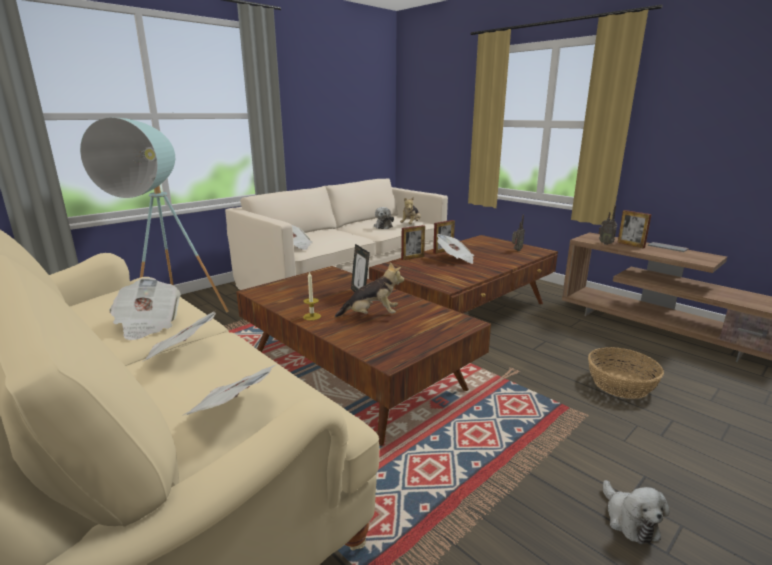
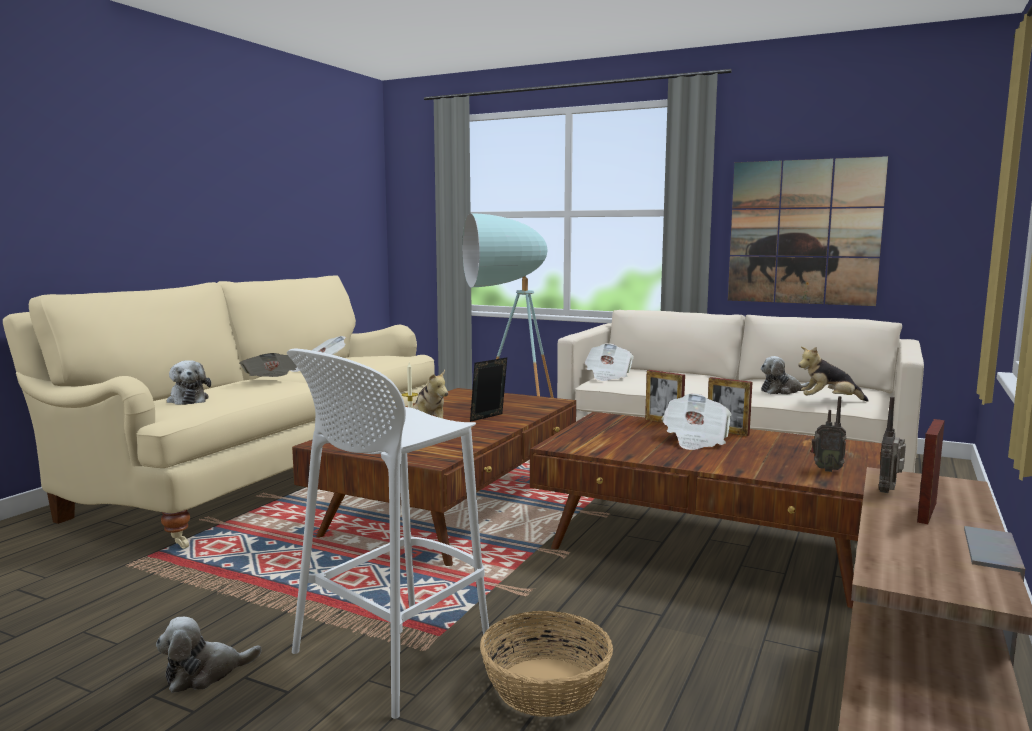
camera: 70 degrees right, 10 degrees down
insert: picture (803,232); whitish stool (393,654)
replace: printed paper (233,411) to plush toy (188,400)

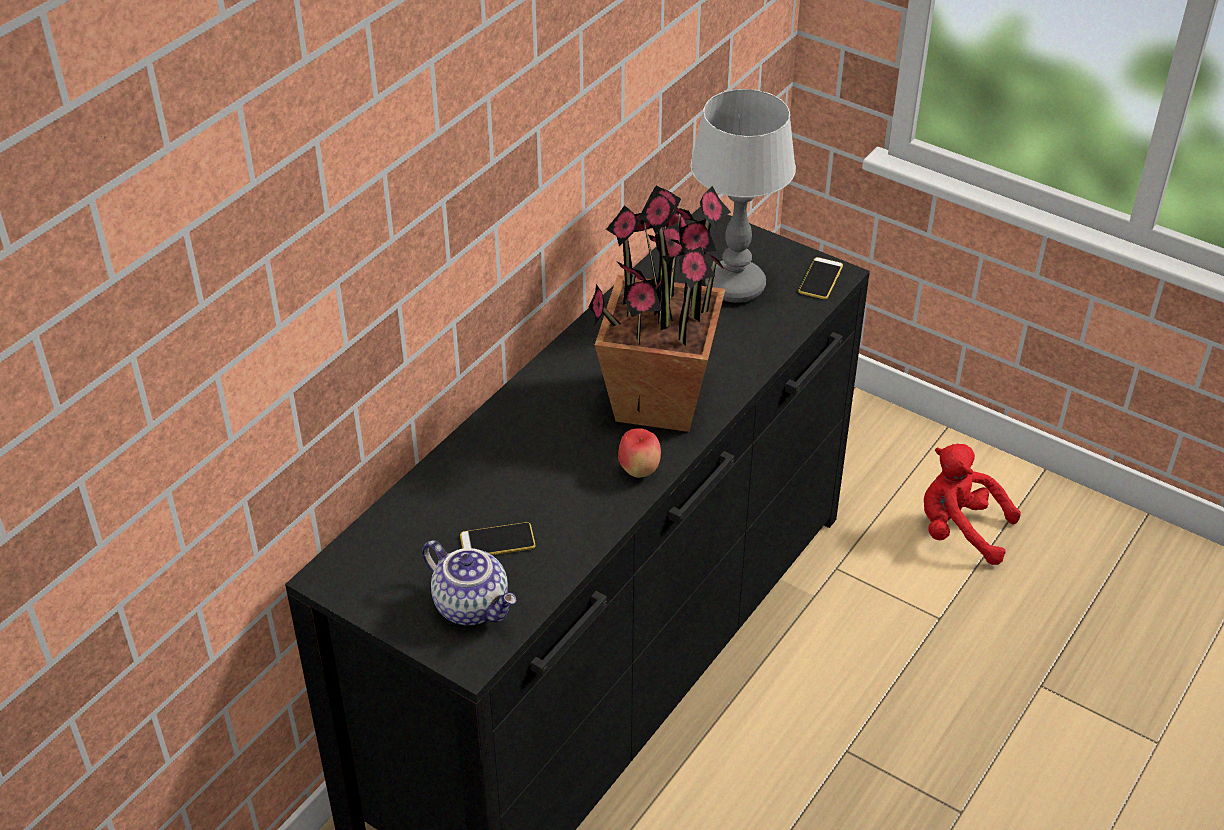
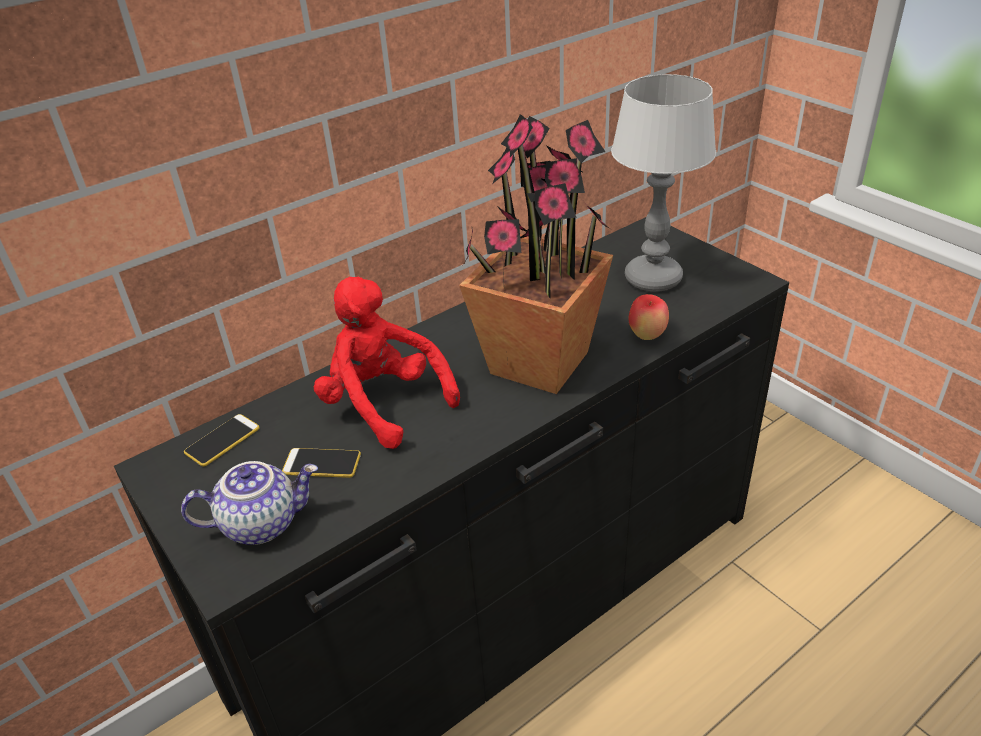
camera: 20 degrees right, 5 degrees down
move: phone (820,279) to (222,440); apple (639,470) to (647,335); red plush toy (959,530) to (383,403)
rotate: teapot (473,605) = (262,522) 75 degrees counterclockwise

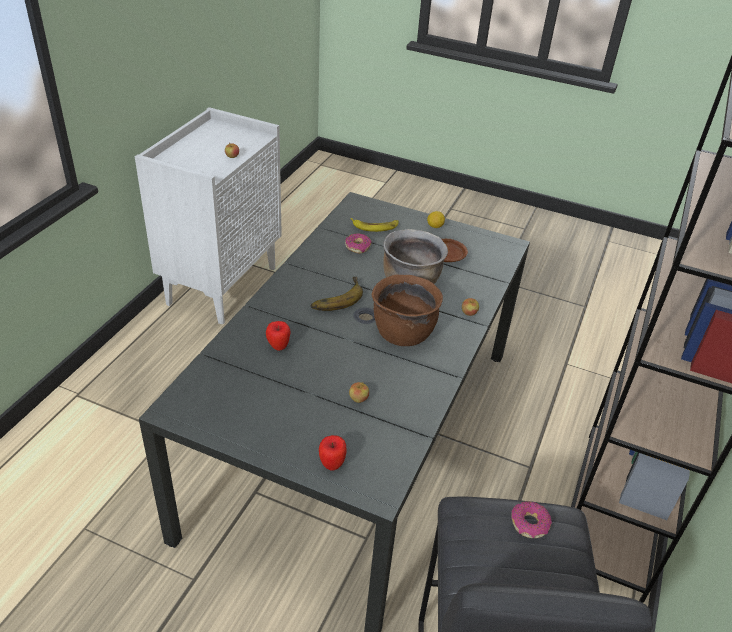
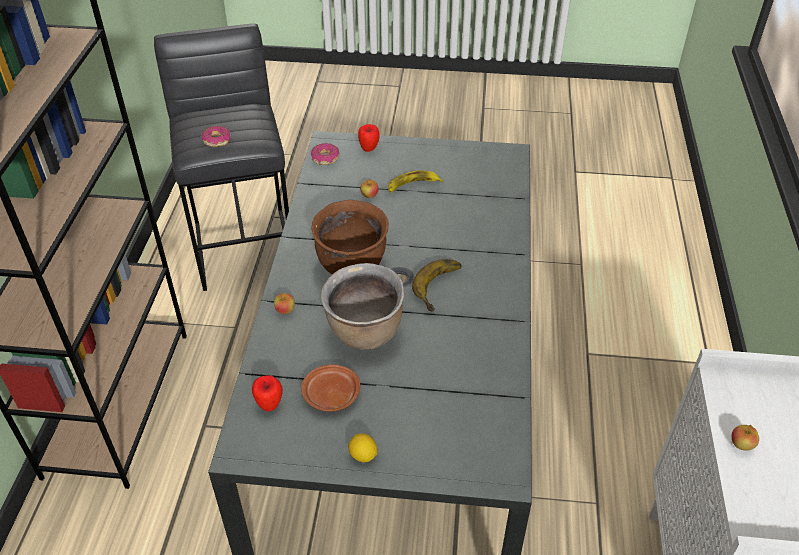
camera: 165 degrees right, 5 degrees up
move: banana fruit (375,226) to (412,185); doughnut (358,247) to (325,158); apple (278,347) to (269,405)

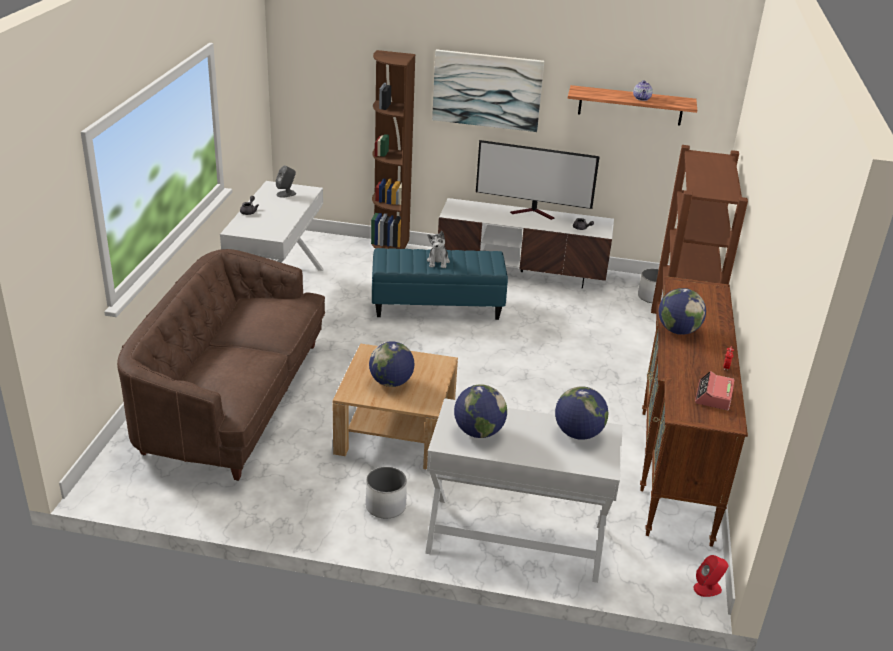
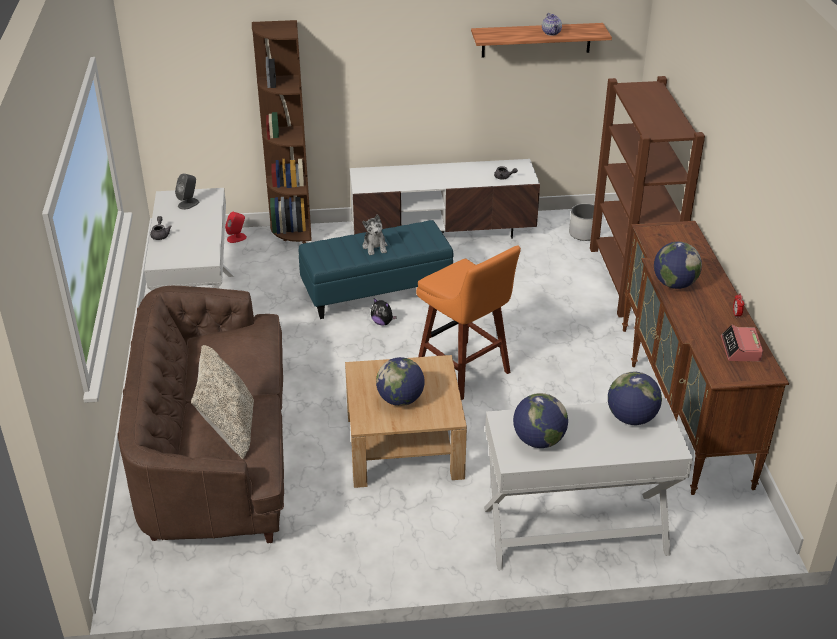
camera: 15 degrees left, 5 degrees up
delete: picture (487,90); television (534,213); whitish planter (385,506)
insert: orangey stool (464,371); plush toy (382,323); sand-coloured pillow (228,429)
move: red speaker (708,588) to (237,238)

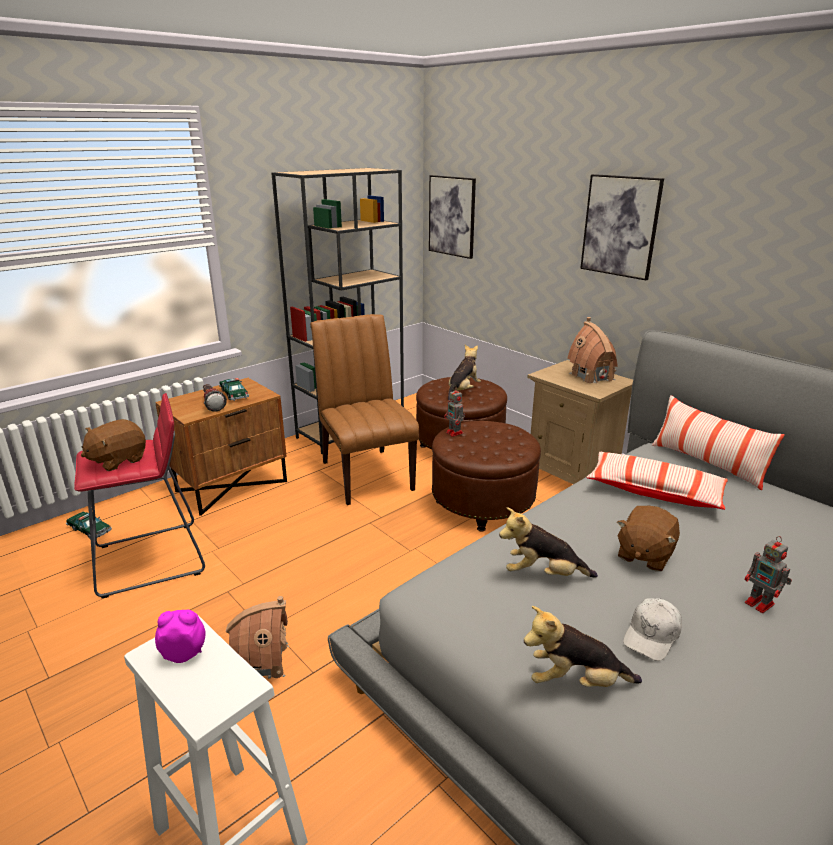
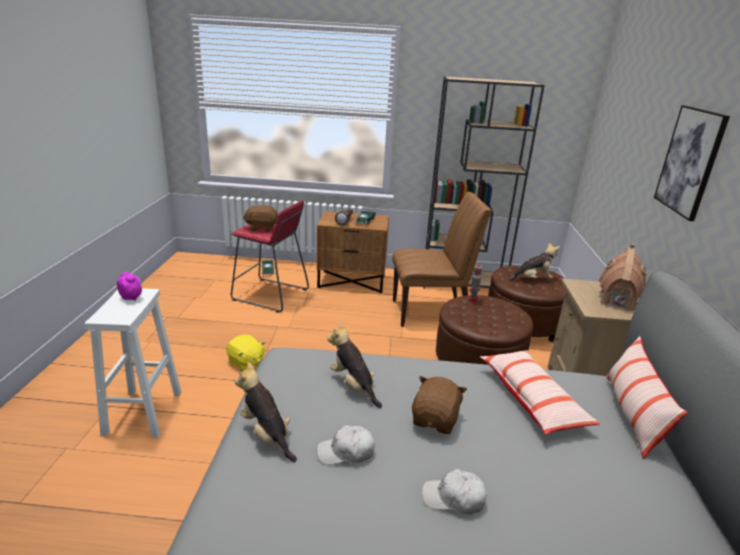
camera: 45 degrees right, 0 degrees up
delete: picture (452,216)
replace: robot figure (761,604) to whitish peaked cap (453,498); toy house (263,661) to yellow plush toy (246,363)
rotate: brown-coloured chair (367,476) = (429,312) 60 degrees clockwise; brown-coloured plush toy (644,555) = (435,420) 120 degrees clockwise

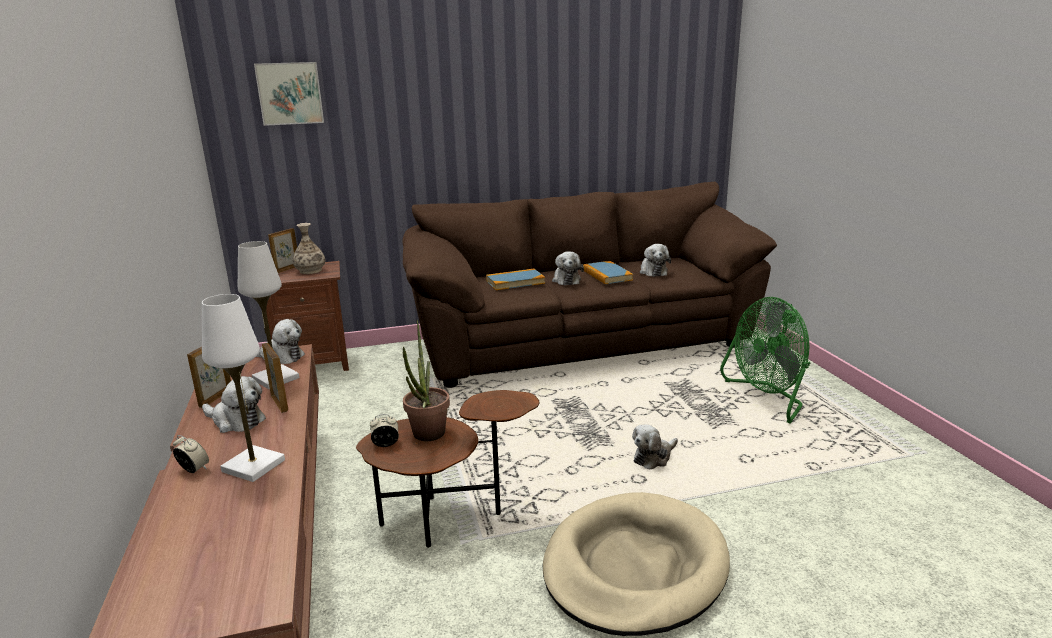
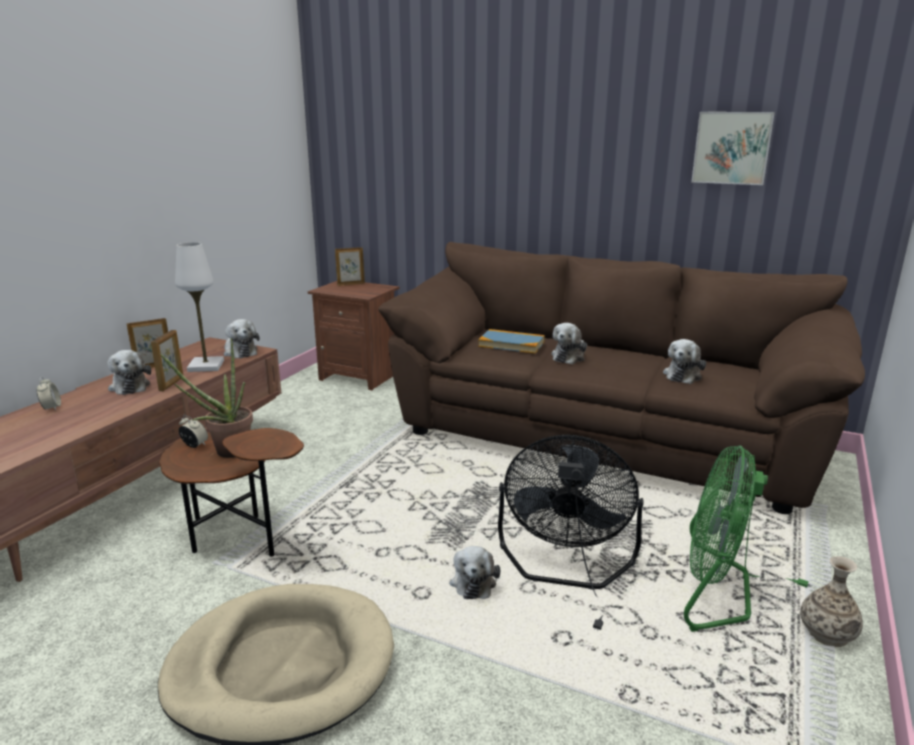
camera: 40 degrees right, 0 degrees up
delete: volume (607,275); whitish table lamp (254,466)
insert: black-coloured fan (569,573)
move: picture (290,93) to (732,148); flower vase (310,271) to (827,633)
rotate: plush toy (653,458) = (473,582) 90 degrees counterclockwise

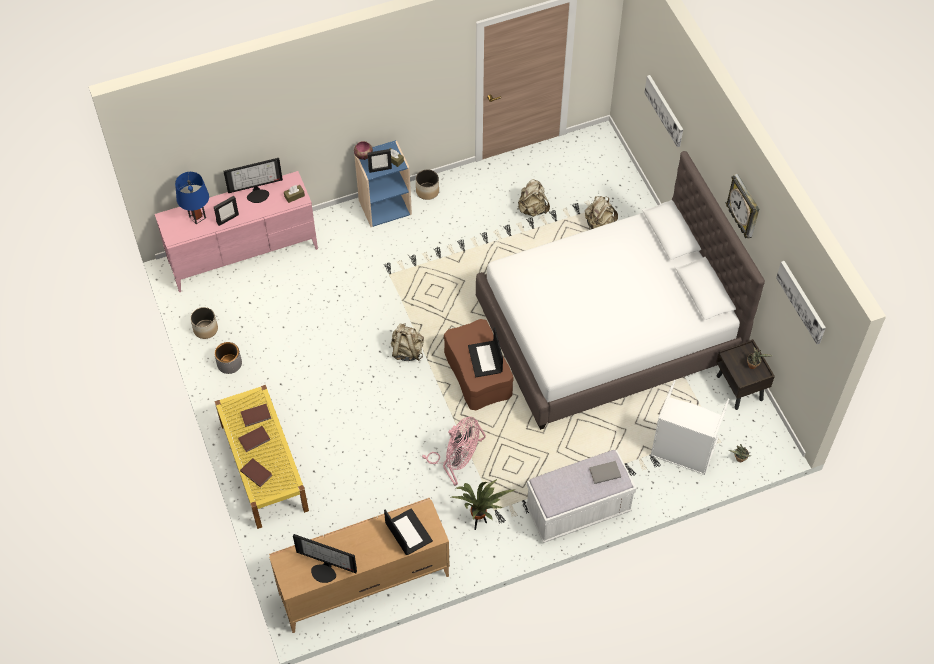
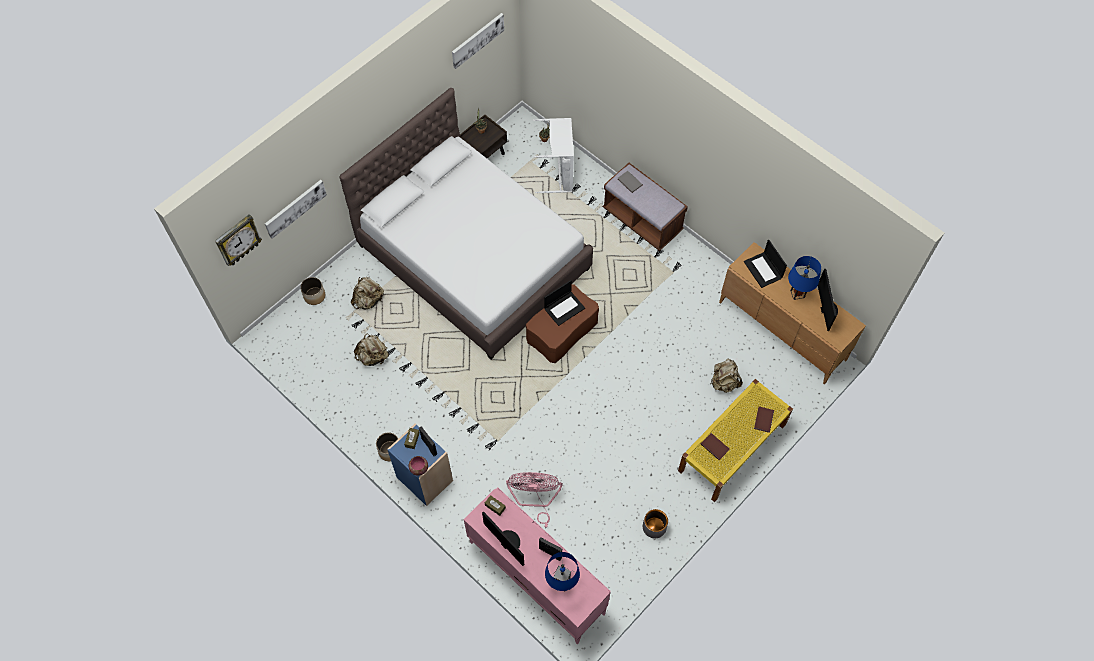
camera: 115 degrees left, 5 degrees up
delete: brown-coloured volume (255,440); plant in a pot (479,523)
insert: blue-coloured table lamp (797,294)
move: wall clock (744,207) to (237,240); planter (205,329) to (314,296); sand-coloured backpack (407,351) to (724,382); pink-coloured fan (456,459) to (535,498)
recolor: whitish long seat (578,510) to brown-coloured long seat (642,220)
rotate: notebook computer (408,532) = (763,270) 60 degrees counterclockwise

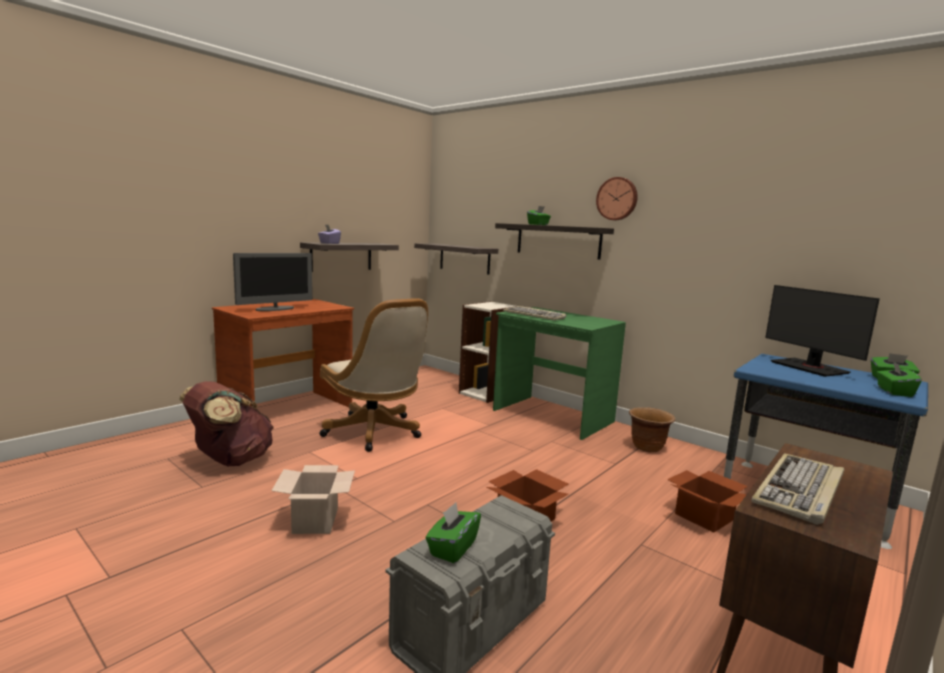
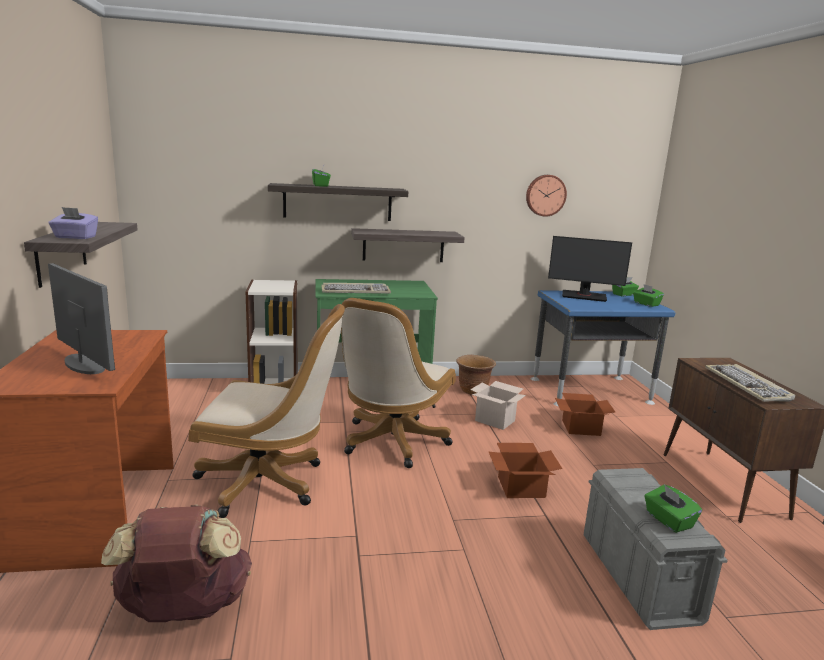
camera: 50 degrees left, 5 degrees up
insert: desk chair (391,444)
move: wall clock (617,199) to (545,195); bracket shelf (464,258) to (403,245); carton (316,521) to (496,421)
rotate: computer display (275,309) = (84,364) 45 degrees counterclockwise

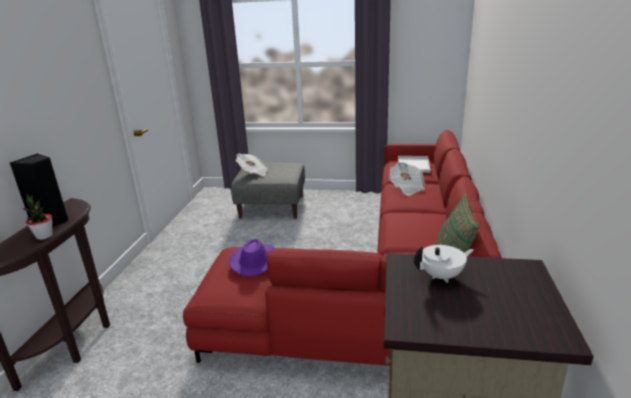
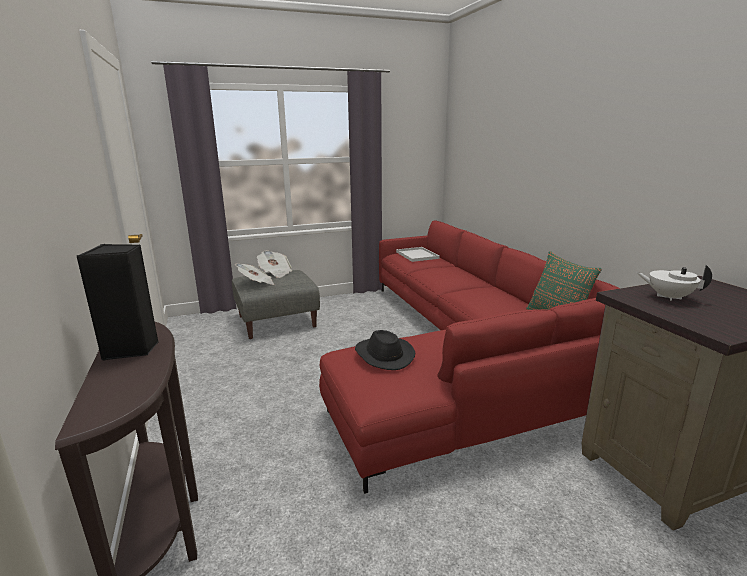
camera: 30 degrees left, 5 degrees down
delete: plant in a pot (44,236)
move: printed paper (406,188) to (275,273)
recolor: purple-coloured wearable hat (254,261) to black-coloured wearable hat (383,355)
rotate: whitish teapot (442,276) = (668,297) 105 degrees counterclockwise

